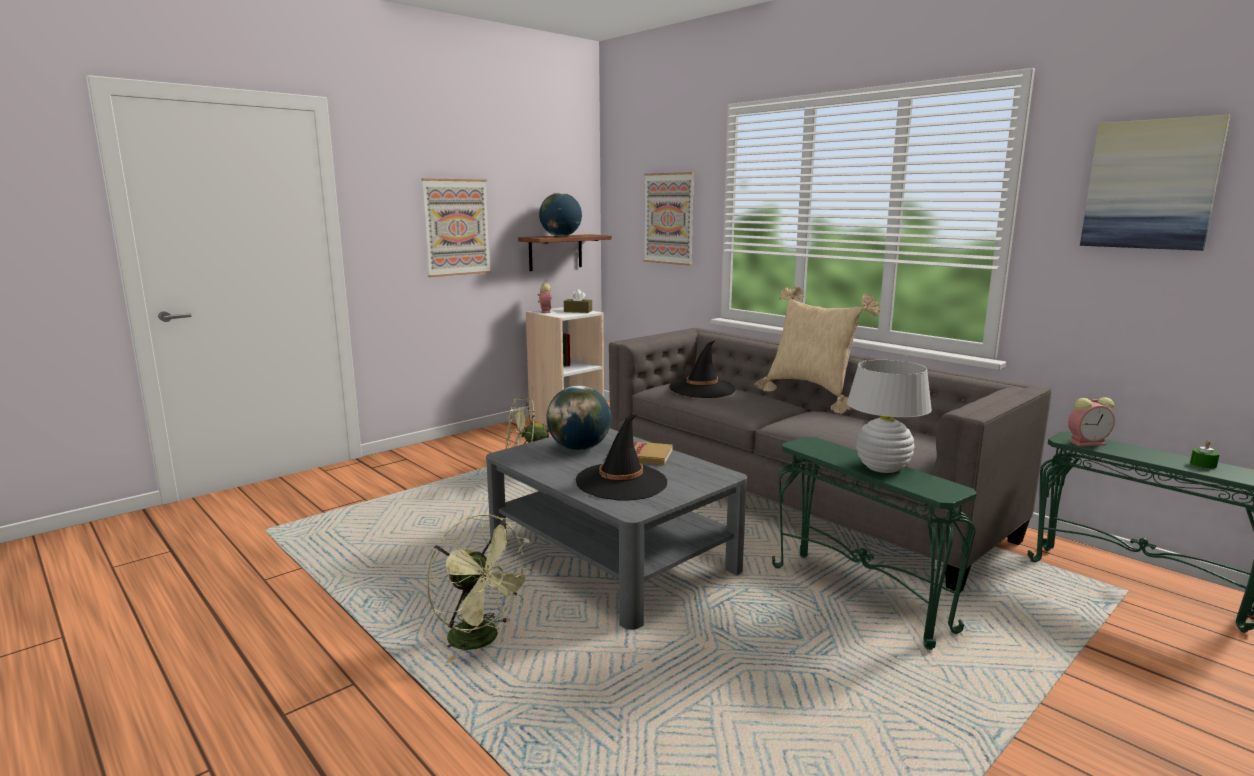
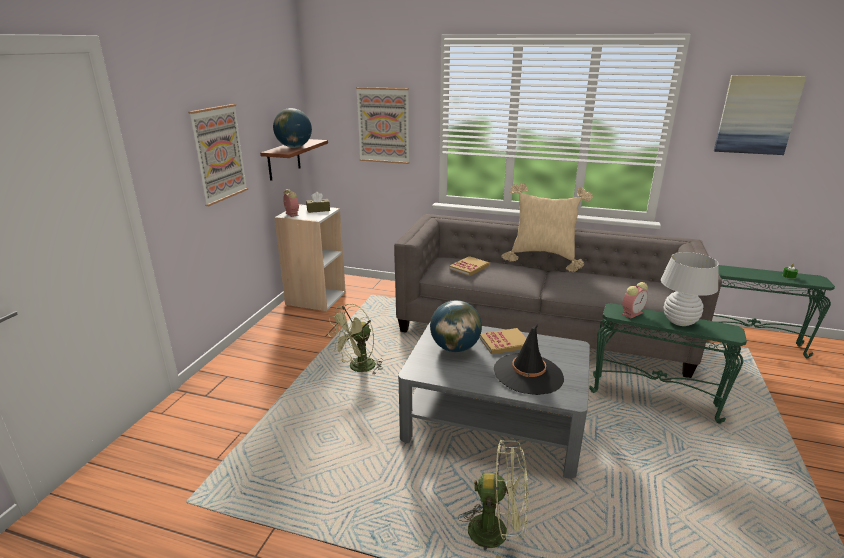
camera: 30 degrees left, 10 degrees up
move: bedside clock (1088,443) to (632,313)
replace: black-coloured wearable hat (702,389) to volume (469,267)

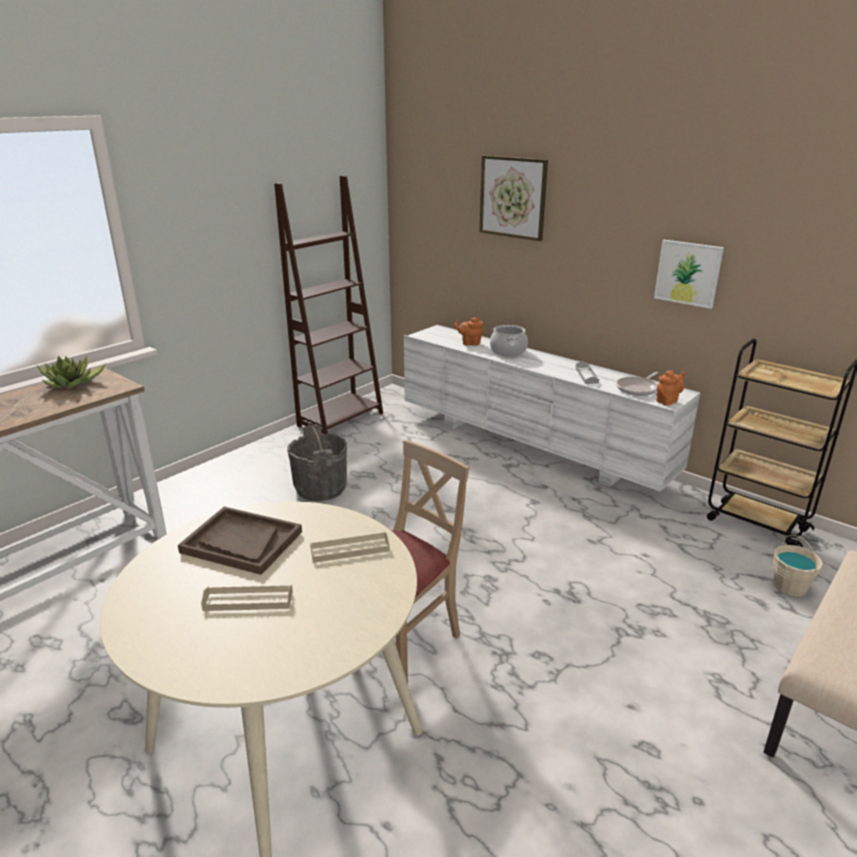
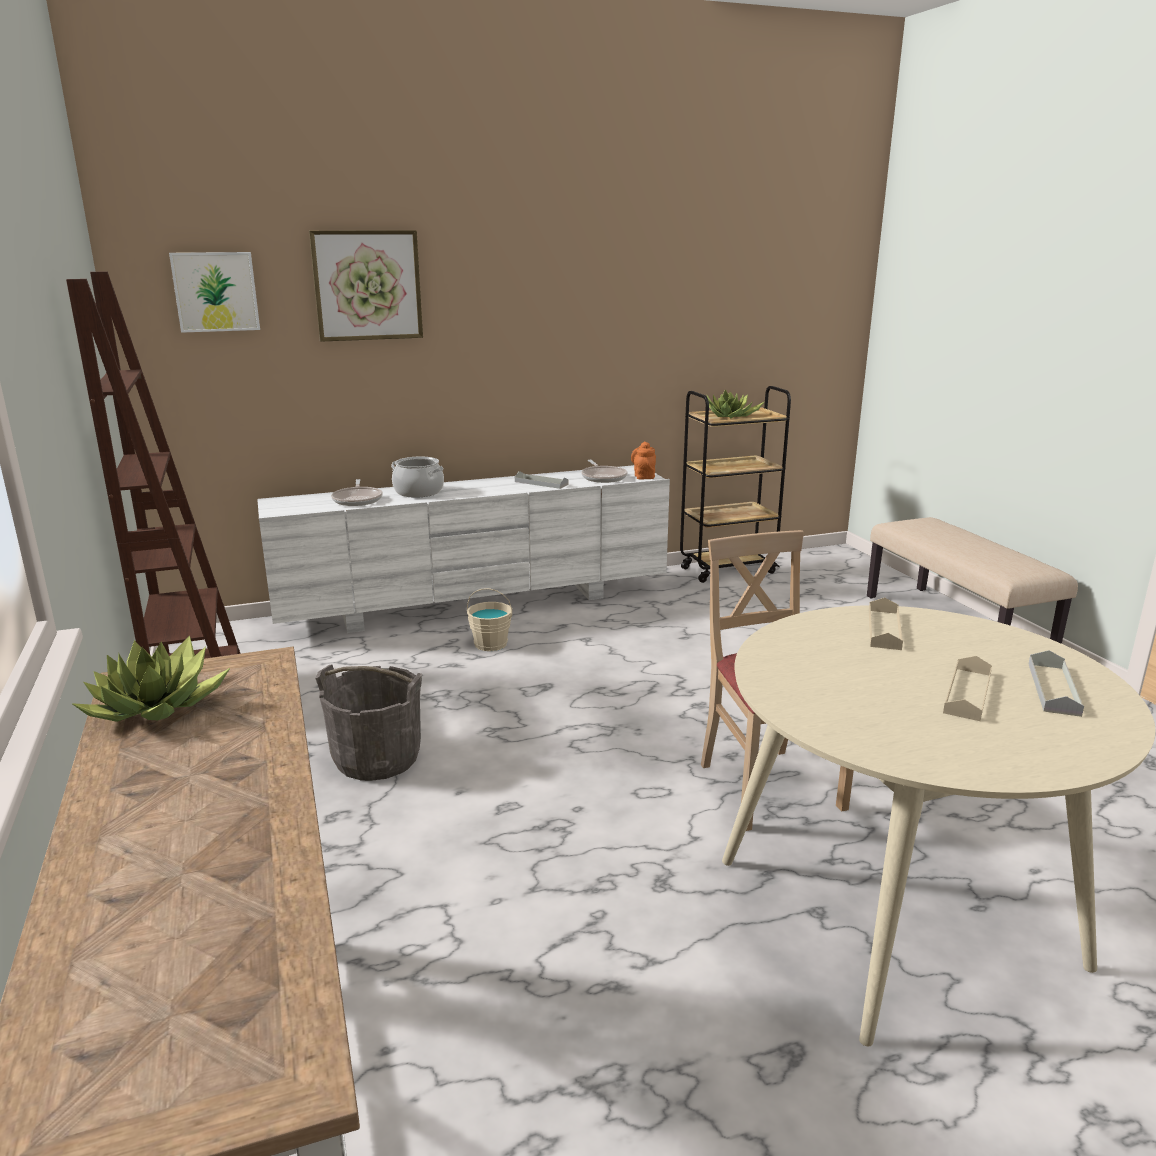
camera: 60 degrees left, 5 degrees down
delete: brown-coloured serving tray (241,542)
insert: plant in a pot (731,417); gray serving tray (1053,688)
move: picture (688,273) to (216,292); sand-coloured pail (790,586) to (491,644)
replace: orangey teapot (470,343) to skillet (358,499)

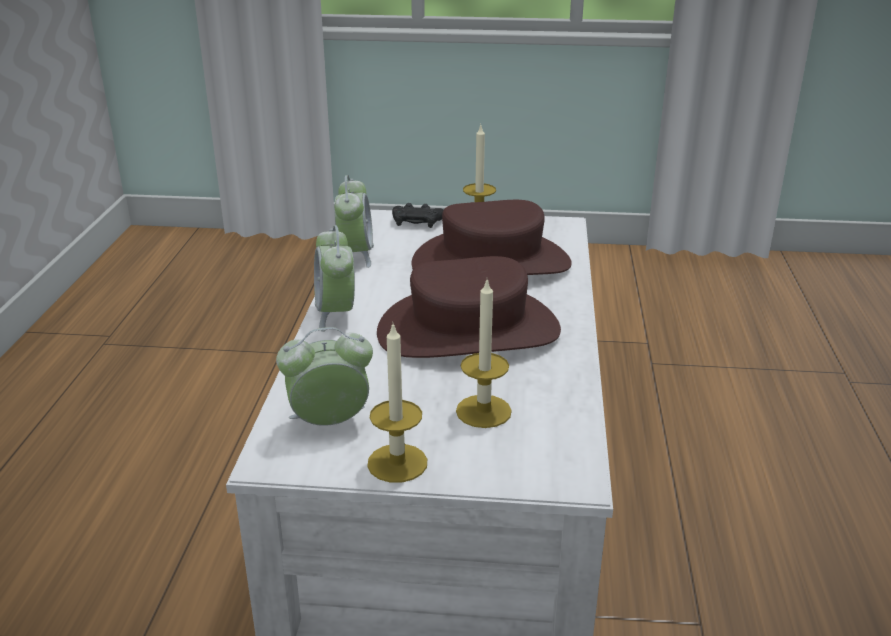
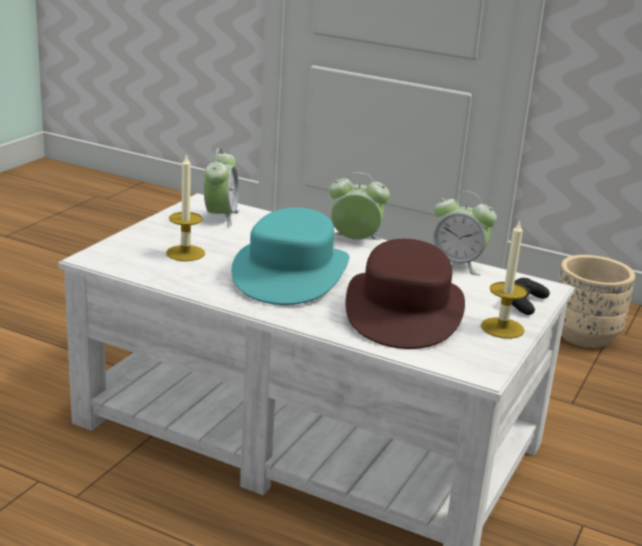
camera: 110 degrees right, 5 degrees down
delete: wax light (397,463)
insert: sand-coloured planter (584,336)
recolor: brown-coloured wearable hat (468,331) to blue-green wearable hat (290,273)

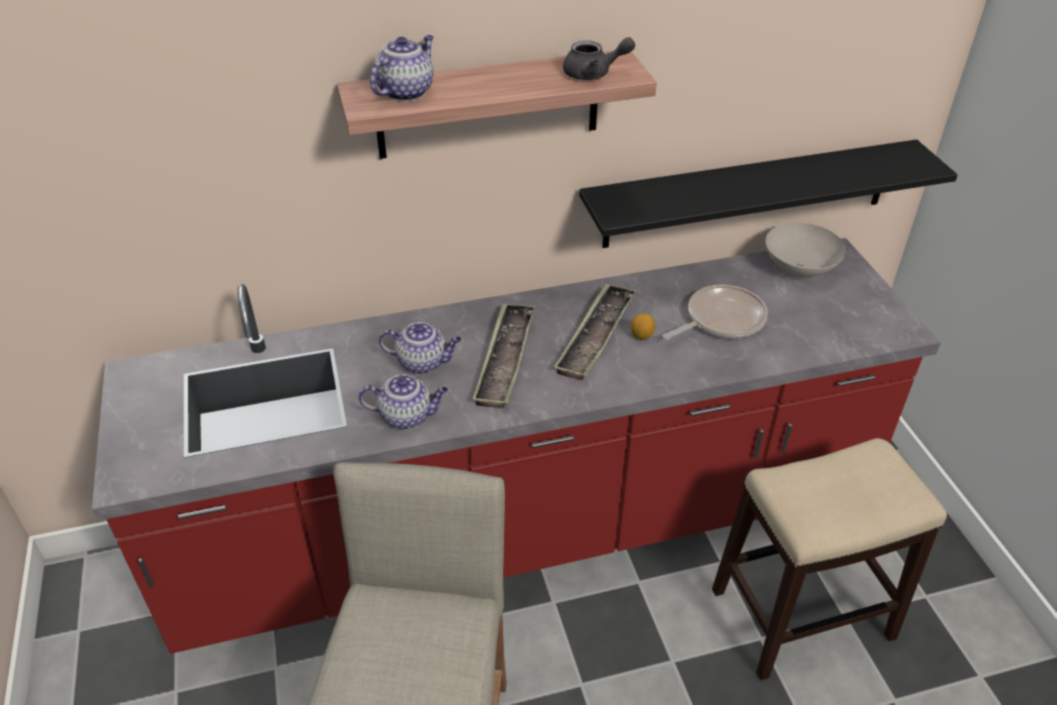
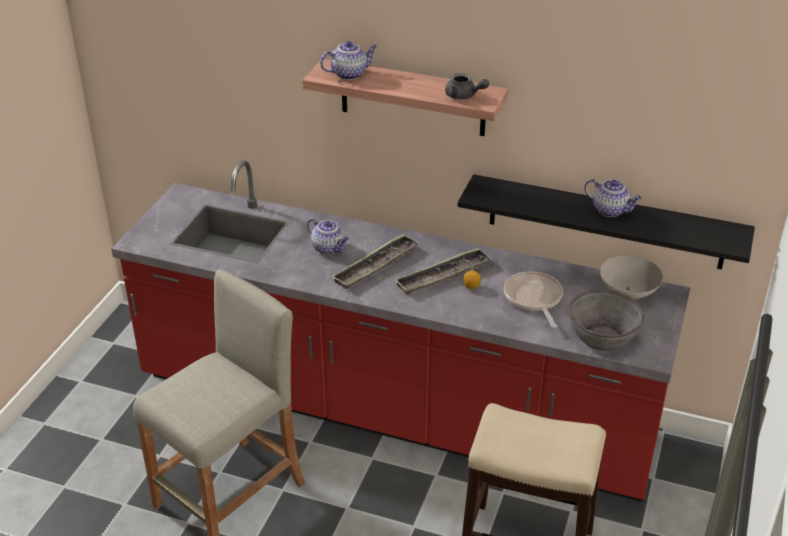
camera: 35 degrees right, 5 degrees down
insert: gray bowl (602,338)
move: teapot (407,416) to (610,210)
rotate: skillet (721,319) = (533,299) 105 degrees counterclockwise

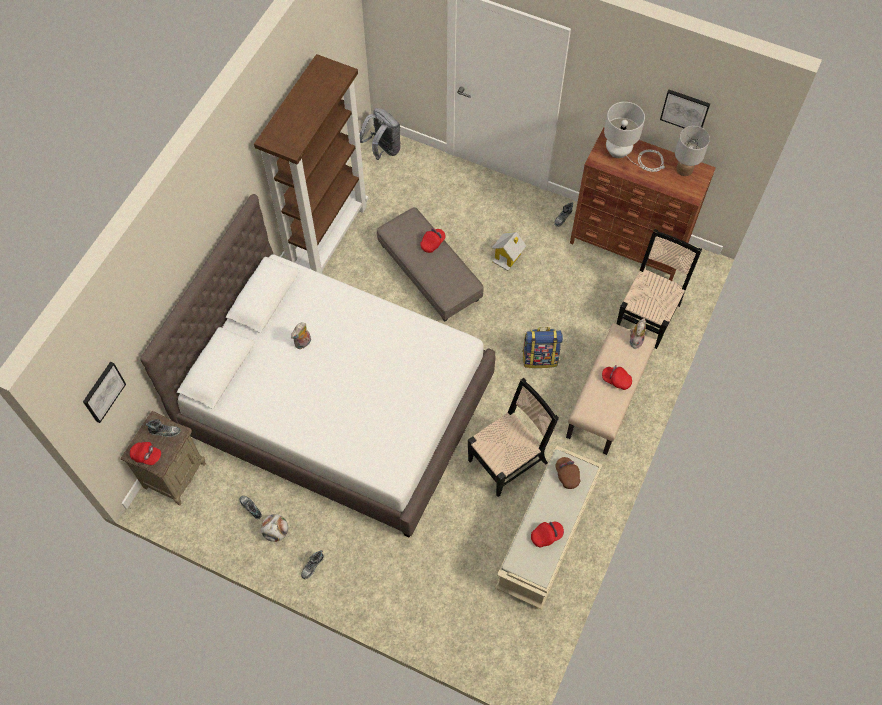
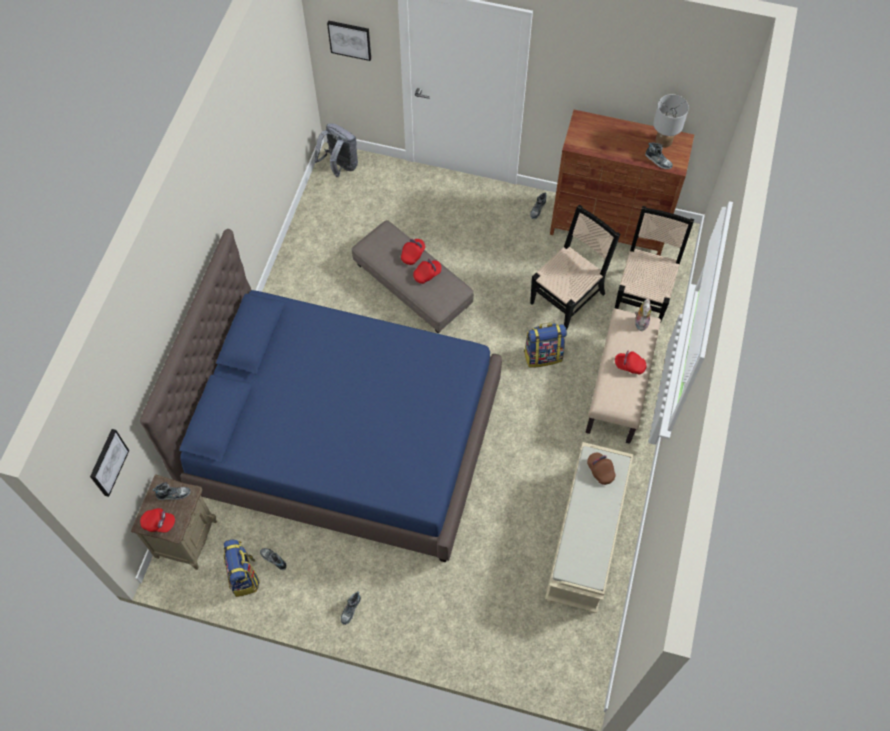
camera: 10 degrees left, 0 degrees up
delete: brown-coloured bookcase (328,237); whitish table lamp (630,155); toy house (507,257); plush toy (303,343); football ball (276,532)
insert: low shoe (658,160); backpack (244,576)
move: picture (685,110) to (350,39); chair (508,461) to (567,298); red peaked cap (546,536) to (427,274)
recolor: whitish bedroom bed (337,404) to blue-coloured bedroom bed (344,436)

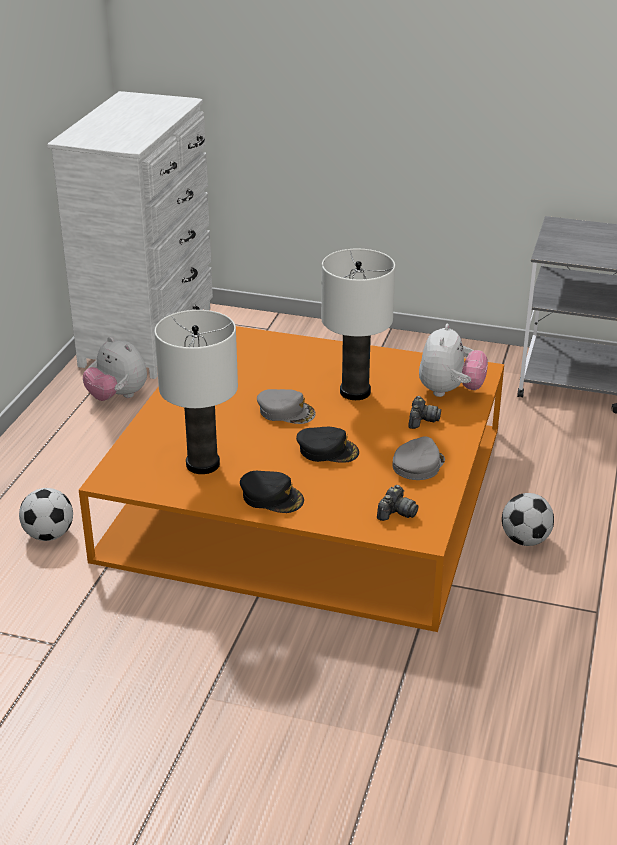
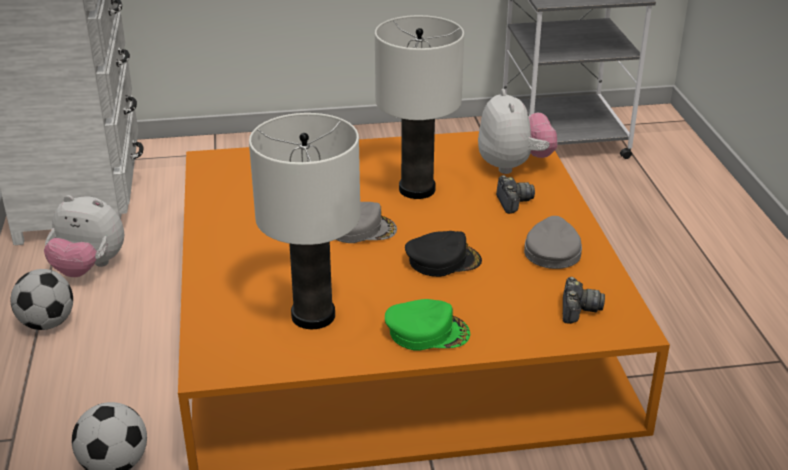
camera: 25 degrees left, 0 degrees up
move: football ball (525,539) to (47,323)
recolor: black-coloured peaked cap (272,497) to green peaked cap (427,332)

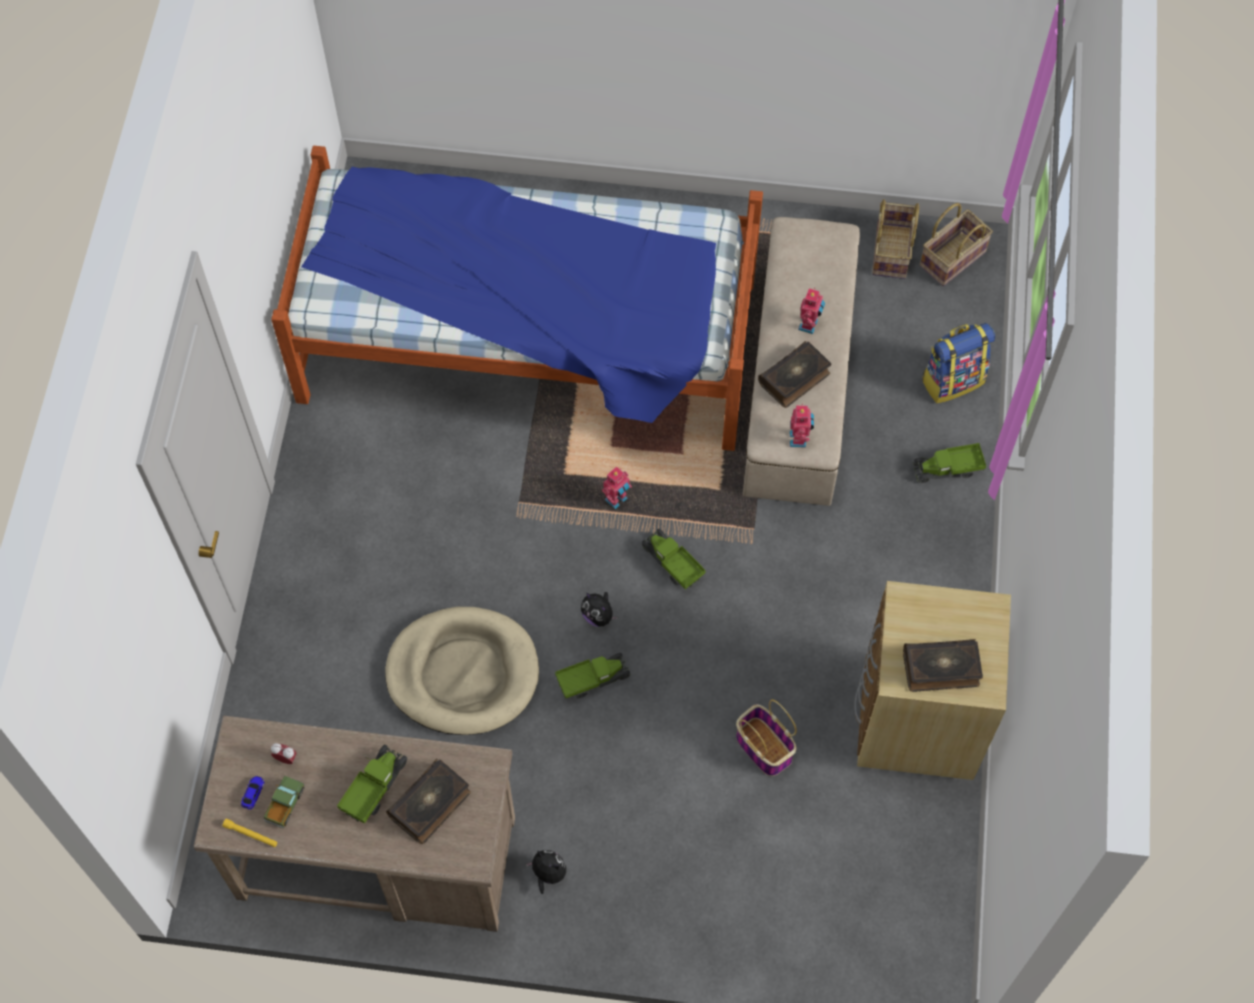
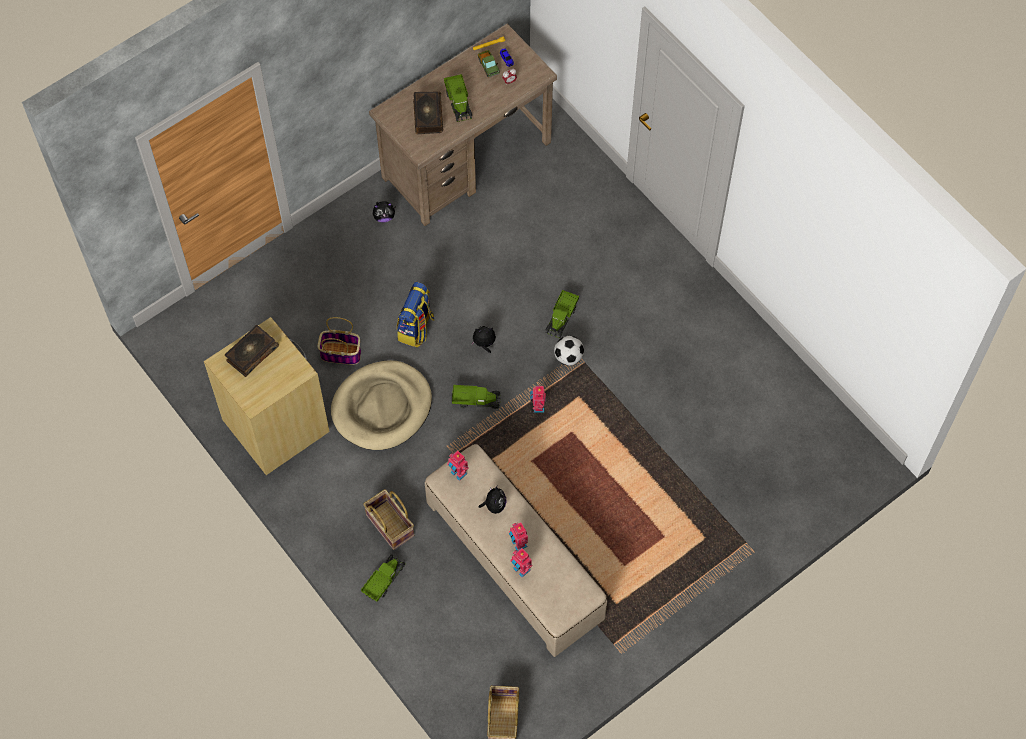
camera: 135 degrees right, 0 degrees up
delete: bedroom bed (528,343)
insert: football ball (568,357); robot figure (521,570)
move: household basket (892,251) to (389,525); backpack (952,380) to (416,328); sand-coloured dog bed (463,673) to (382,407); model truck (592,679) to (561,317)
replace: volume (795,379) to plush toy (494,505)

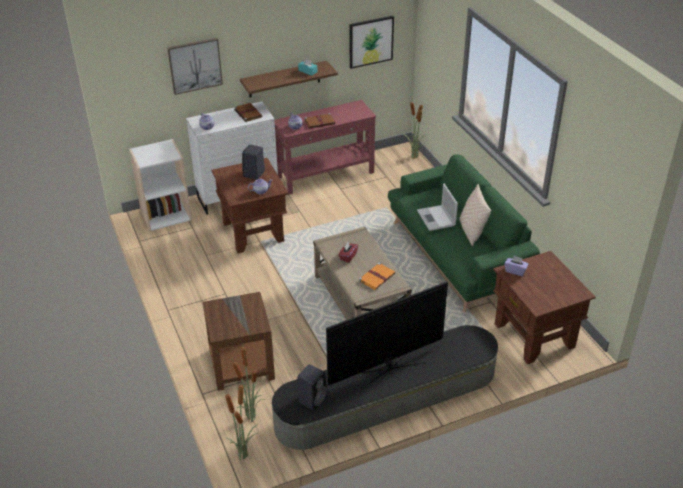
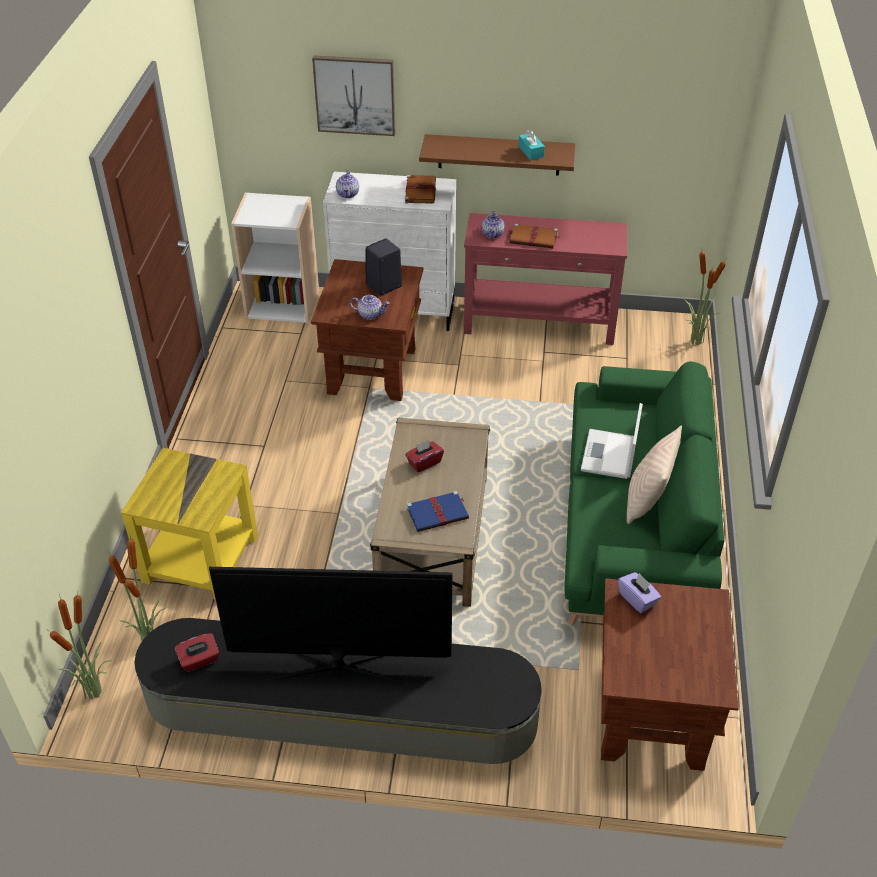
camera: 30 degrees right, 5 degrees up
delete: picture (371,41)
replace: black-coloured speaker (313,399) to red tissue box (199,660)
recolor: orangey volume (377,277) to blue-coloured volume (438,513); brown-coloured end table (240,364) to yellow end table (200,557)

